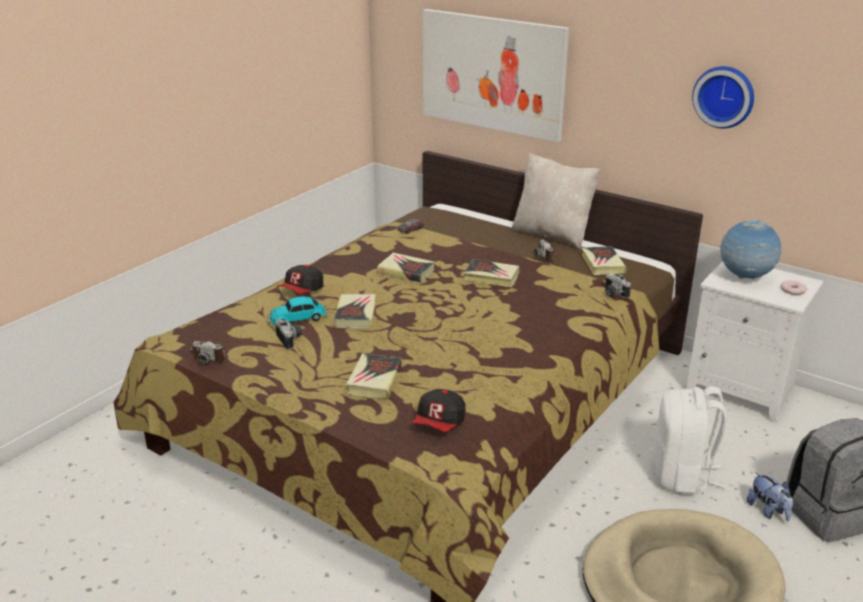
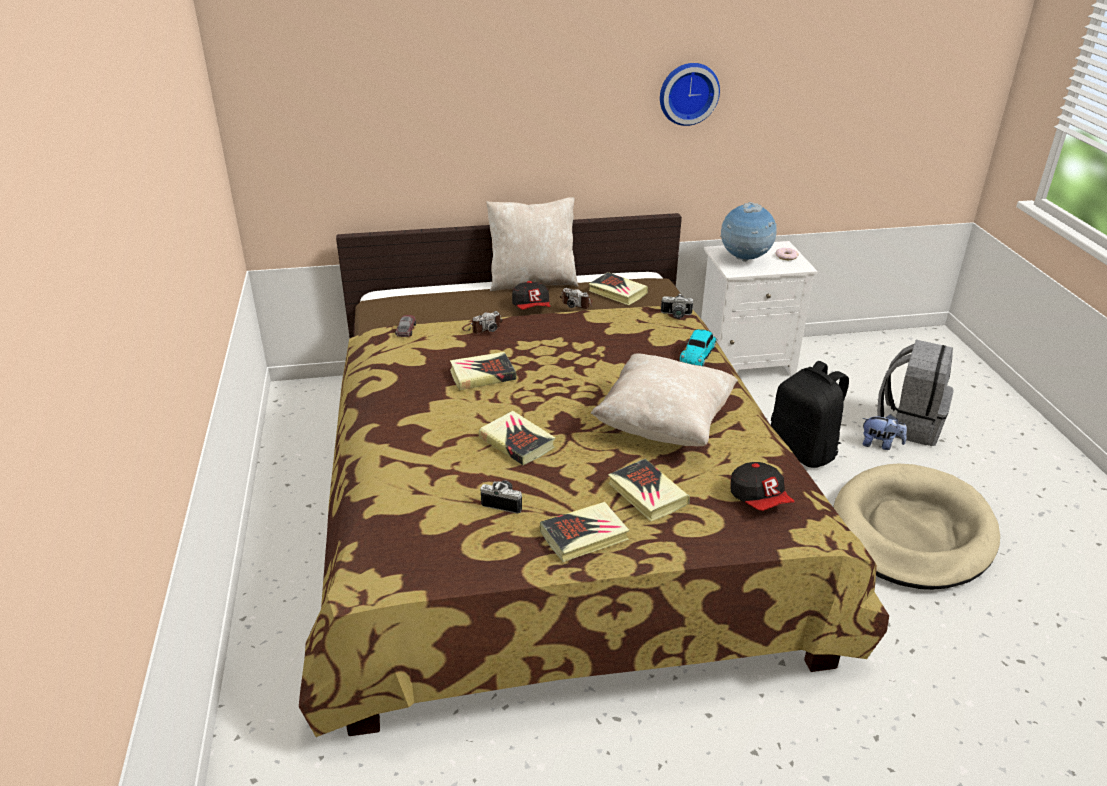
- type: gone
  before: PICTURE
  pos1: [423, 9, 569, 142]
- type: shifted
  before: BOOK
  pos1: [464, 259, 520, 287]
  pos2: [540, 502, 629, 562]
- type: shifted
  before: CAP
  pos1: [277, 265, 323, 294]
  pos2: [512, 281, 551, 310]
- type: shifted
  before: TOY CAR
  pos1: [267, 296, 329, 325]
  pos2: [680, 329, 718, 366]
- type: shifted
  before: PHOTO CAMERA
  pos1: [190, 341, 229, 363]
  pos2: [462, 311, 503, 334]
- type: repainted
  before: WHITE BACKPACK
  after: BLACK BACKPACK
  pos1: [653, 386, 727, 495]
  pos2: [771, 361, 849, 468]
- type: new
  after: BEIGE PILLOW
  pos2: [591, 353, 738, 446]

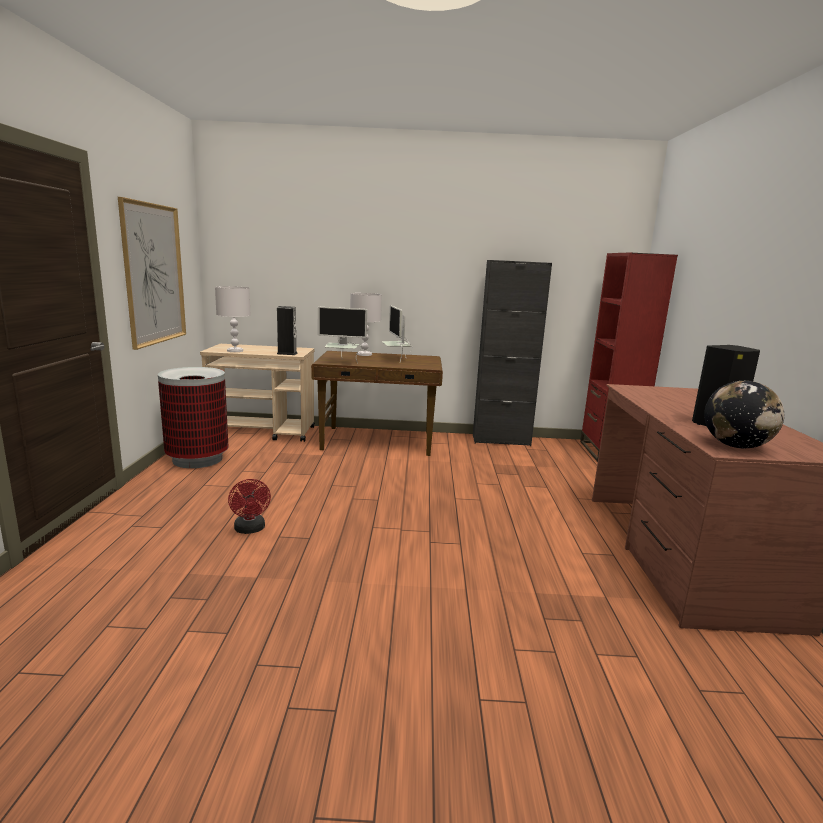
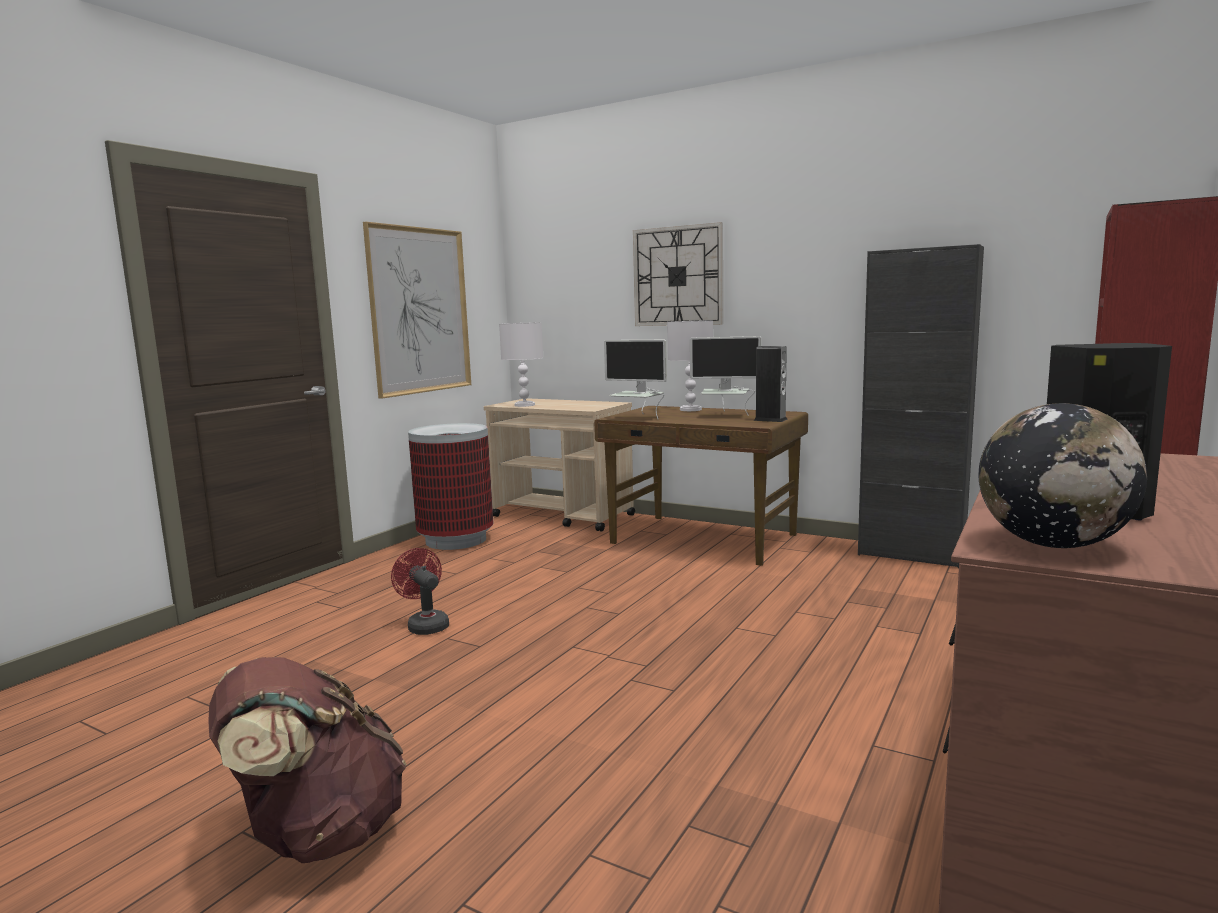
- type: rotated
  before: MONITOR
  pos1: [382, 305, 413, 361]
  pos2: [690, 336, 761, 416]
  turn: -90
- type: shifted
  before: SPEAKER
  pos1: [277, 306, 297, 355]
  pos2: [754, 346, 788, 422]
- type: rotated
  before: RED FAN
  pos1: [228, 479, 271, 534]
  pos2: [391, 548, 449, 635]
  turn: 135
- type: new
  after: WALL CLOCK
  pos2: [633, 222, 723, 326]
- type: new
  after: BROWN BACKPACK
  pos2: [208, 657, 406, 863]

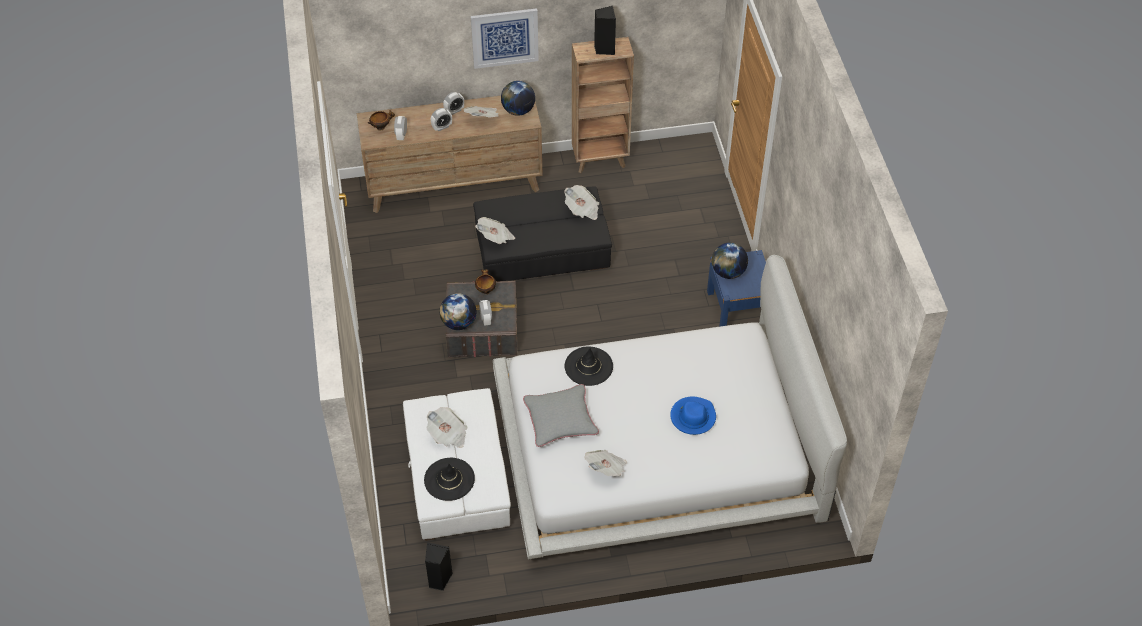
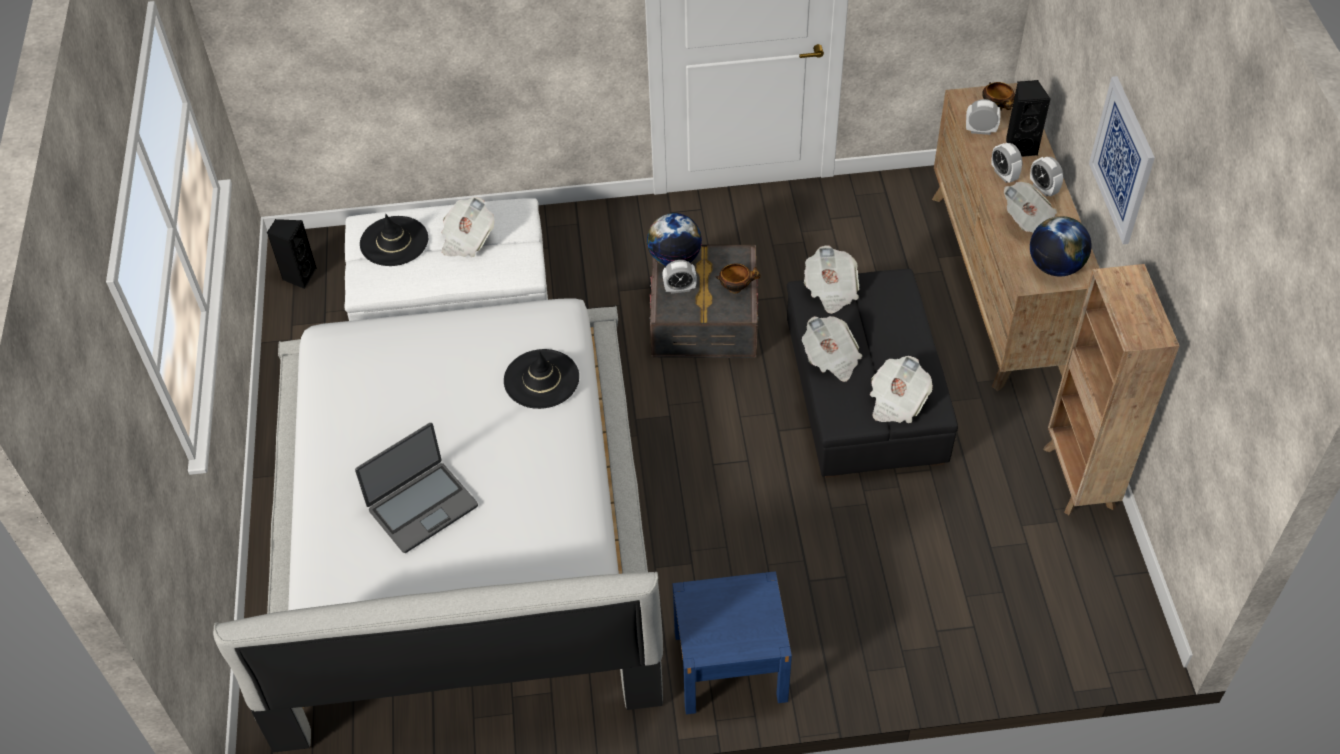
- type: shifted
  before: BLACK SPEAKER
  pos1: [594, 6, 616, 55]
  pos2: [1006, 80, 1050, 157]
- type: gone
  before: GLOBE
  pos1: [712, 243, 748, 279]
- type: gone
  before: GREY PILLOW
  pos1: [523, 384, 599, 447]
- type: swapped
  before: BLUE HAT
  after: LAPTOP
  pos1: [670, 397, 716, 435]
  pos2: [355, 423, 478, 553]
- type: shifted
  before: NEWSPAPER
  pos1: [584, 450, 627, 476]
  pos2: [802, 316, 862, 382]

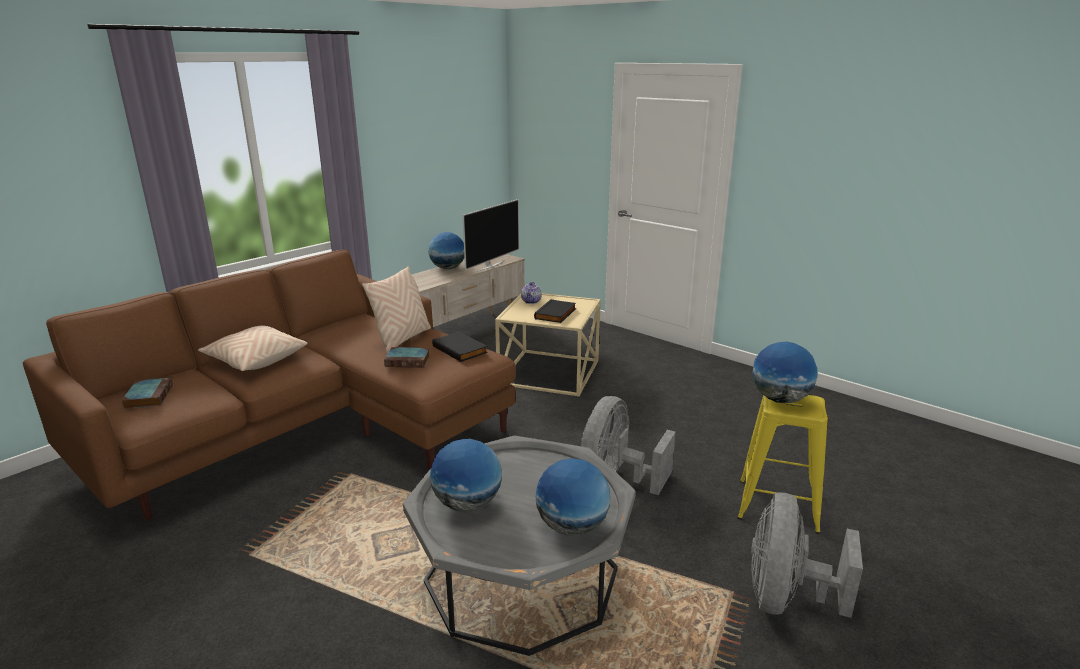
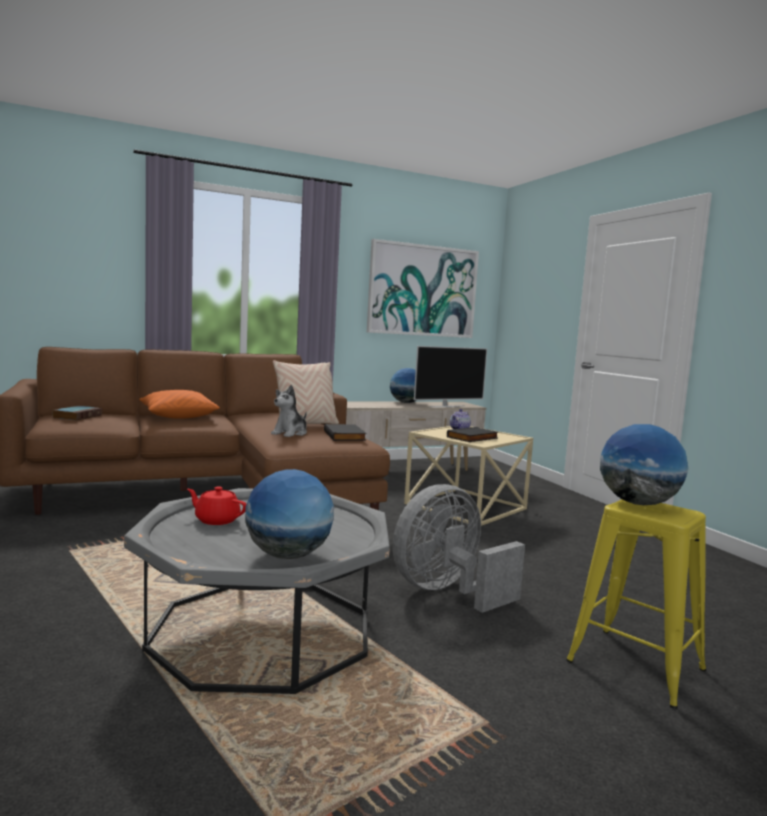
- type: repainted
  before: BEIGE PILLOW
  after: ORANGE PILLOW
  pos1: [198, 325, 308, 371]
  pos2: [139, 390, 220, 419]
- type: swapped
  before: BOOK
  after: PLUSH TOY
  pos1: [384, 347, 430, 368]
  pos2: [271, 385, 307, 437]
- type: swapped
  before: GLOBE
  after: RED TEAPOT
  pos1: [430, 439, 502, 512]
  pos2: [187, 486, 246, 525]
- type: gone
  before: GREY FAN
  pos1: [751, 492, 863, 618]
- type: new
  after: PICTURE
  pos2: [367, 239, 479, 338]

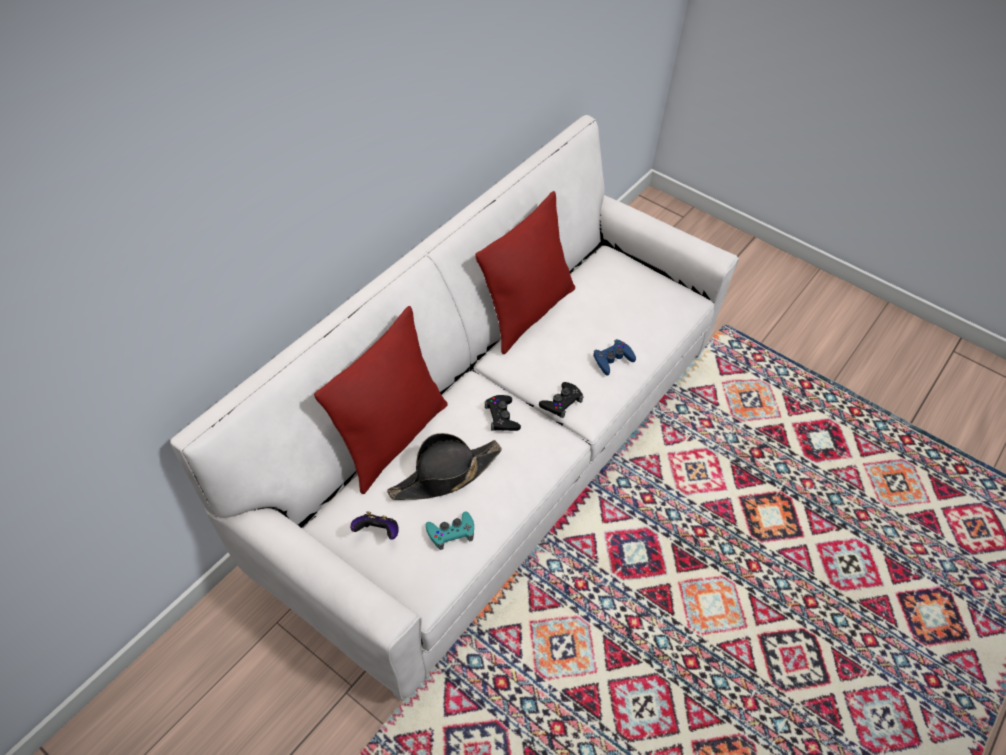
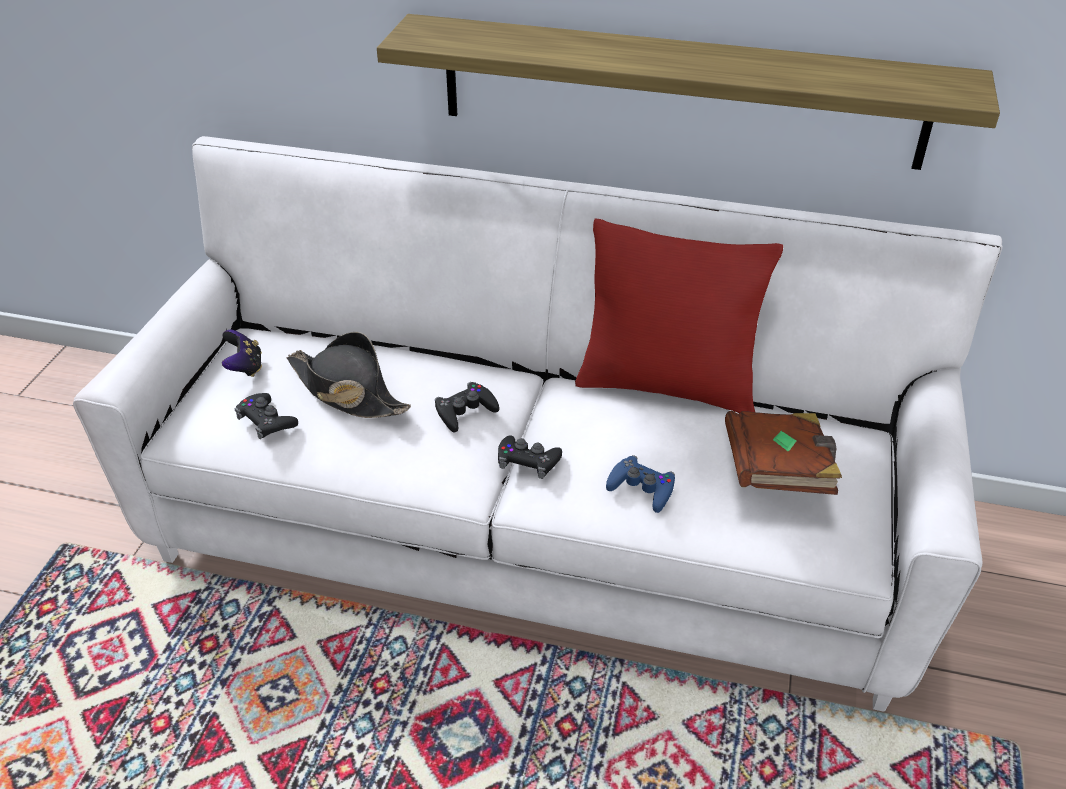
- type: gone
  before: RED PILLOW
  pos1: [314, 306, 448, 494]
- type: repainted
  before: TURQUOISE GAME CONTROLLER
  after: BLACK GAME CONTROLLER
  pos1: [426, 511, 474, 550]
  pos2: [235, 393, 298, 439]
- type: new
  after: SHELF
  pos2: [377, 14, 1000, 170]
- type: new
  after: BROWN BOOK
  pos2: [725, 411, 842, 495]

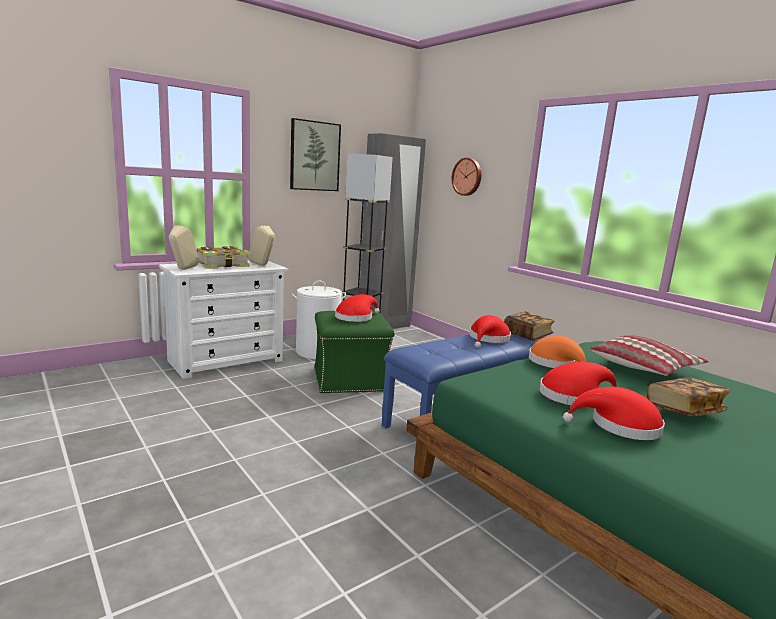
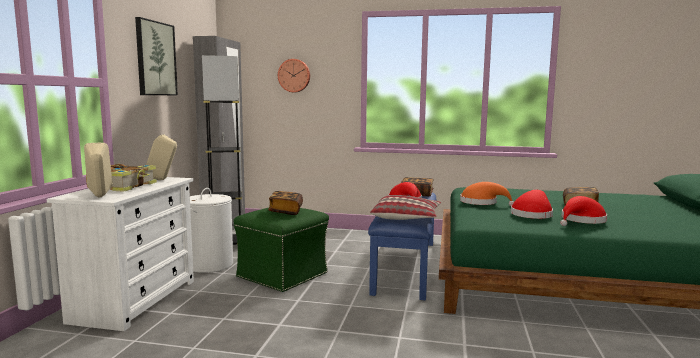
- type: swapped
  before: RED HAT
  after: BOOK
  pos1: [335, 294, 380, 322]
  pos2: [268, 191, 303, 215]
- type: shifted
  before: PILLOW
  pos1: [590, 335, 709, 376]
  pos2: [370, 195, 441, 220]

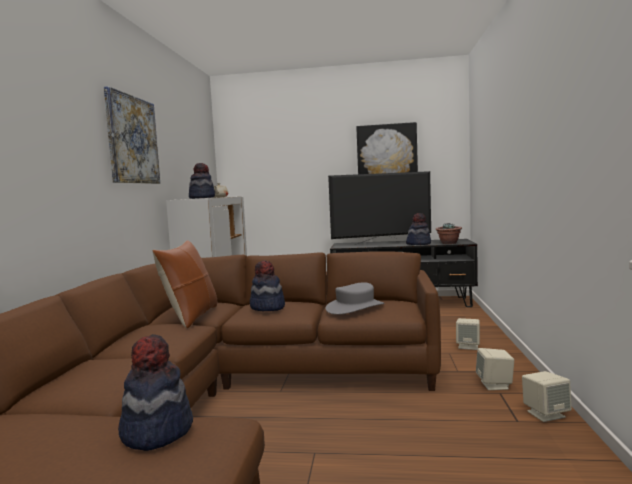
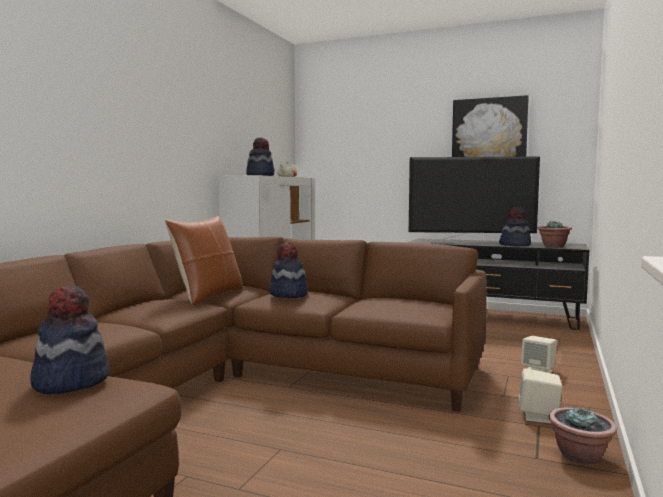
- type: gone
  before: PICTURE
  pos1: [104, 86, 160, 184]
- type: gone
  before: GREY HAT
  pos1: [325, 282, 384, 315]
- type: swapped
  before: BEIGE SPEAKER
  after: POTTED PLANT
  pos1: [522, 371, 572, 422]
  pos2: [549, 407, 617, 465]

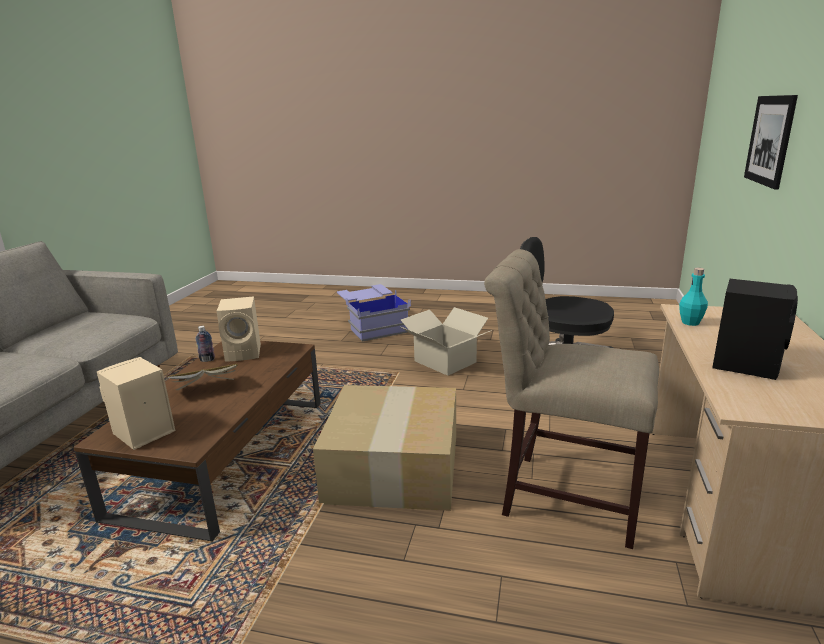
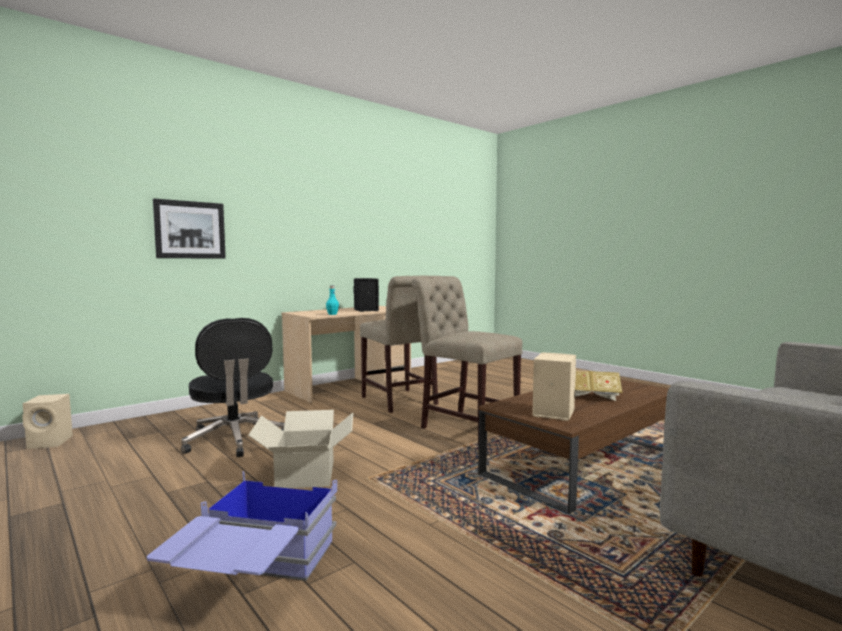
- type: gone
  before: BOTTLE
  pos1: [195, 326, 215, 362]
- type: shifted
  before: BEIGE SPEAKER
  pos1: [97, 357, 176, 450]
  pos2: [22, 394, 73, 449]
- type: swapped
  before: CARDBOARD BOX
  after: BEIGE CHAIR
  pos1: [313, 385, 456, 511]
  pos2: [412, 276, 523, 445]

